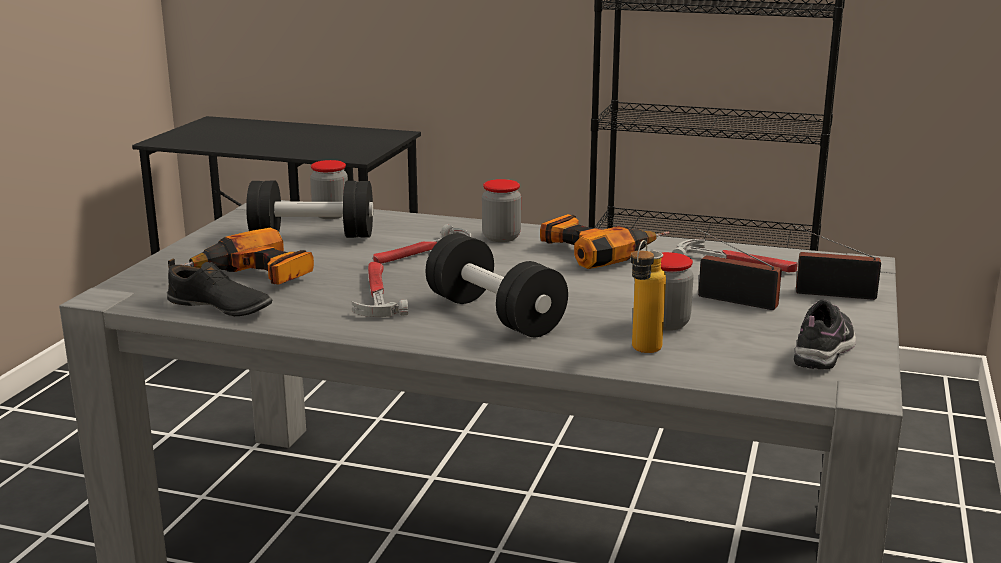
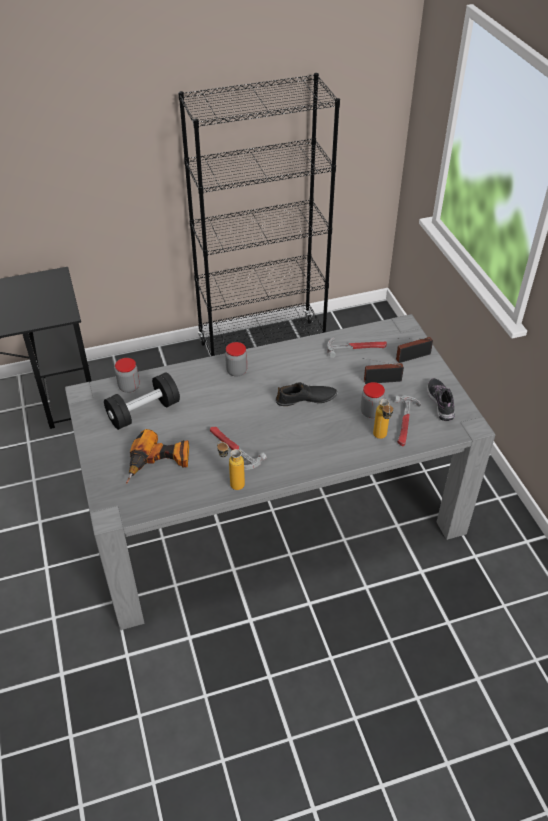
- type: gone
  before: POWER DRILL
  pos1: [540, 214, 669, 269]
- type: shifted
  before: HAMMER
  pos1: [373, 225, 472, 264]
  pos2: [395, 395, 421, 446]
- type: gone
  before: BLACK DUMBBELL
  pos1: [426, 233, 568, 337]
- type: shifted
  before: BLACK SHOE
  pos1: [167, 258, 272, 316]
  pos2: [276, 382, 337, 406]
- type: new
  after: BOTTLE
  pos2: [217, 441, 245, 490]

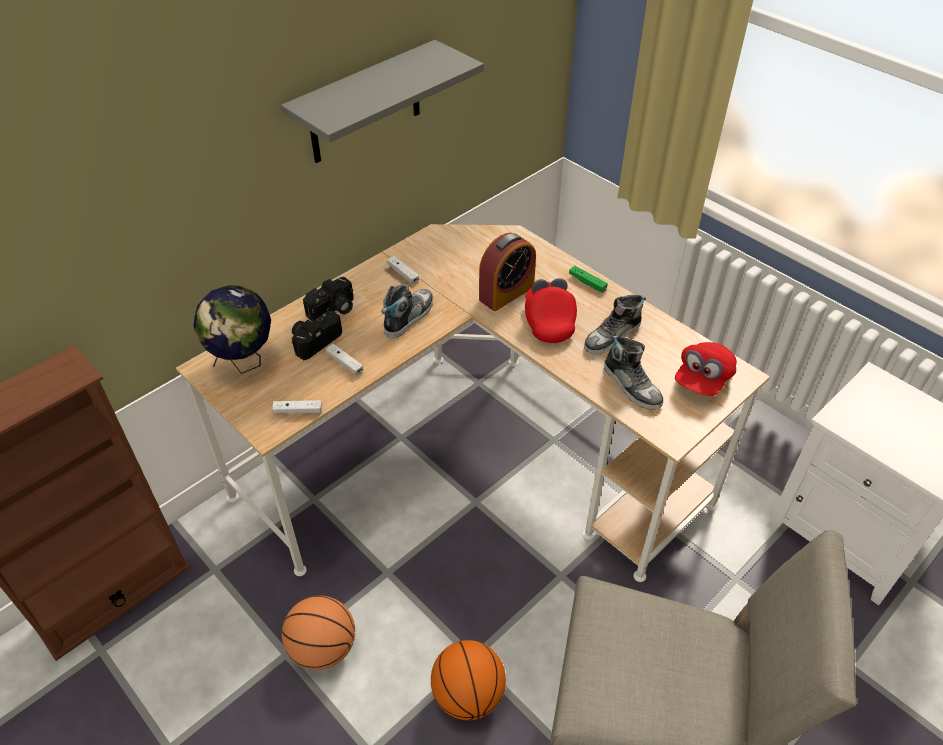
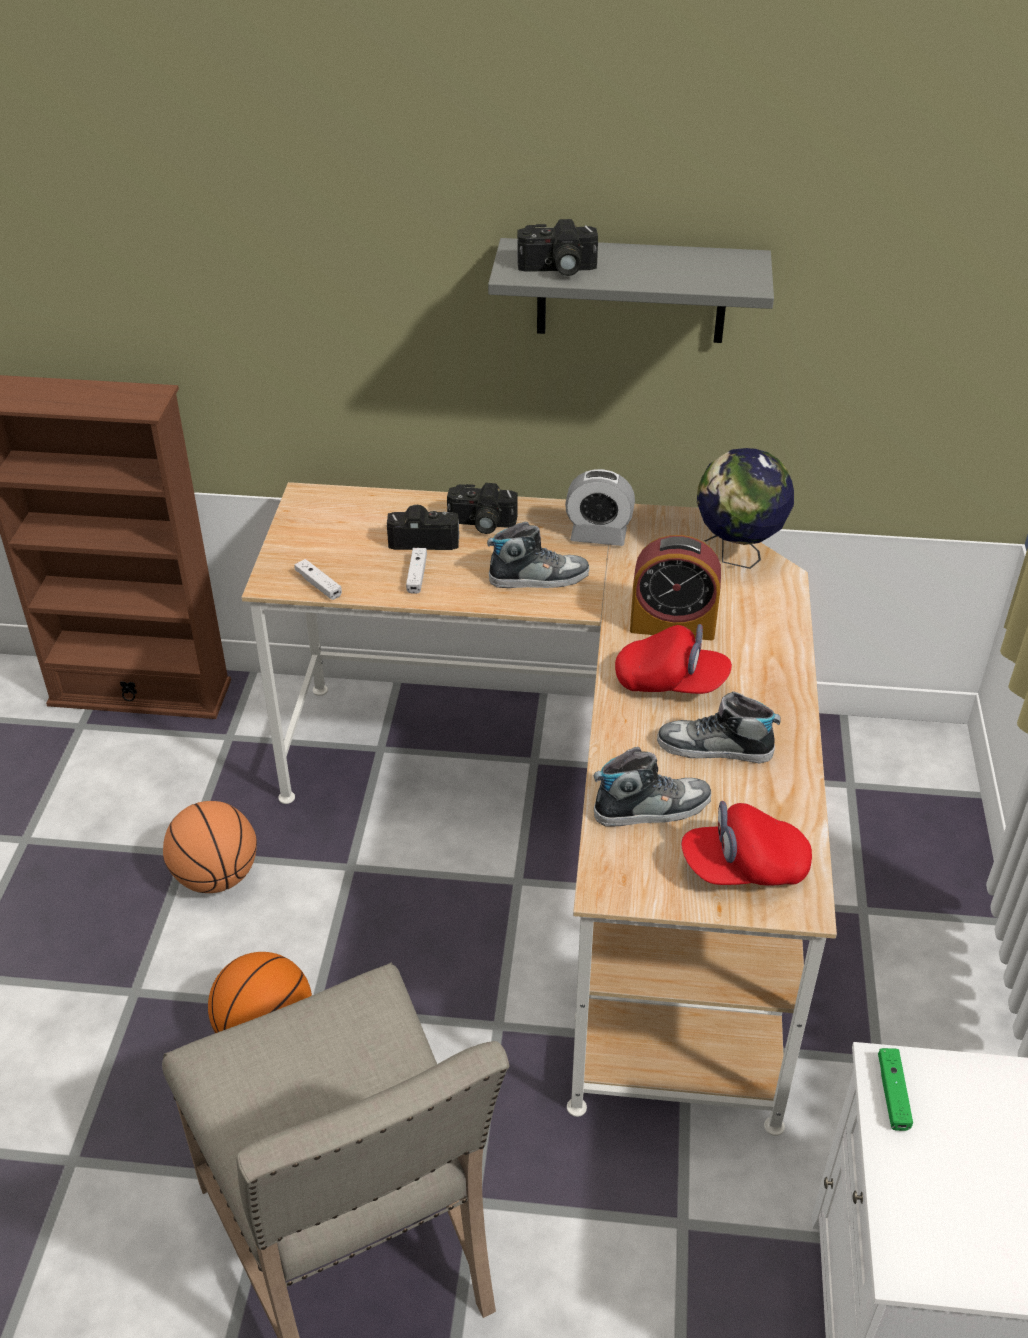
- type: swapped
  before: WHITE GAME CONTROLLER
  after: ALARM CLOCK
  pos1: [387, 256, 419, 284]
  pos2: [565, 469, 635, 546]
- type: shifted
  before: GREEN GAME CONTROLLER
  pos1: [569, 266, 608, 293]
  pos2: [878, 1048, 913, 1131]
- type: rotated
  before: RED CAP
  pos1: [525, 278, 577, 343]
  pos2: [615, 624, 732, 694]
  turn: 60
- type: shifted
  before: GLOBE
  pos1: [194, 285, 271, 374]
  pos2: [697, 448, 794, 569]
- type: rotated
  before: SHOE
  pos1: [604, 335, 664, 410]
  pos2: [593, 747, 711, 826]
  turn: -120
- type: new
  after: PHOTO CAMERA
  pos2: [517, 219, 598, 276]

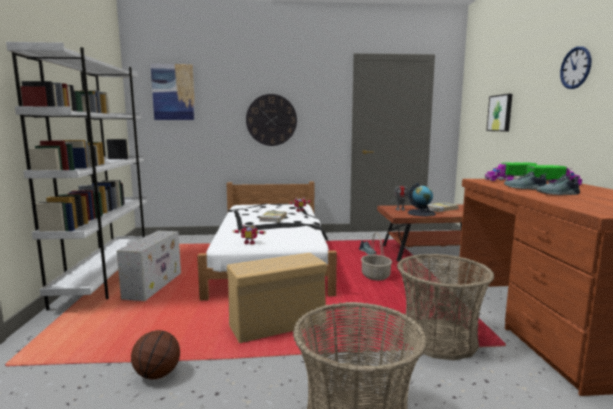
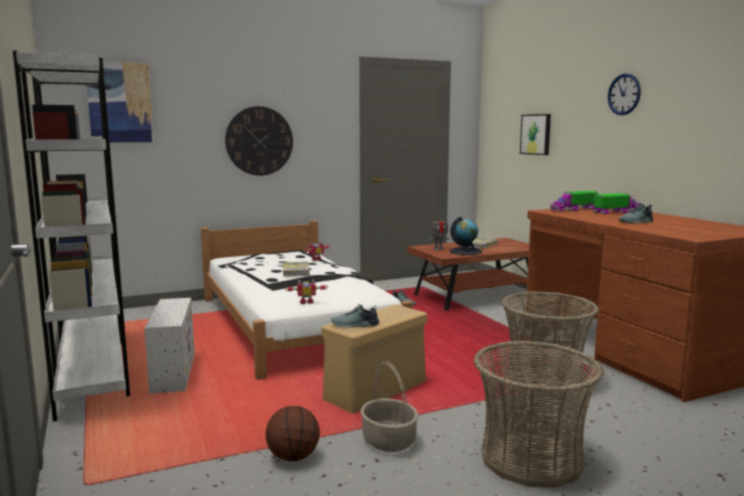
- type: shifted
  before: SHOE
  pos1: [504, 171, 547, 190]
  pos2: [331, 304, 379, 328]
- type: shifted
  before: BASKET
  pos1: [361, 232, 392, 280]
  pos2: [360, 361, 418, 452]

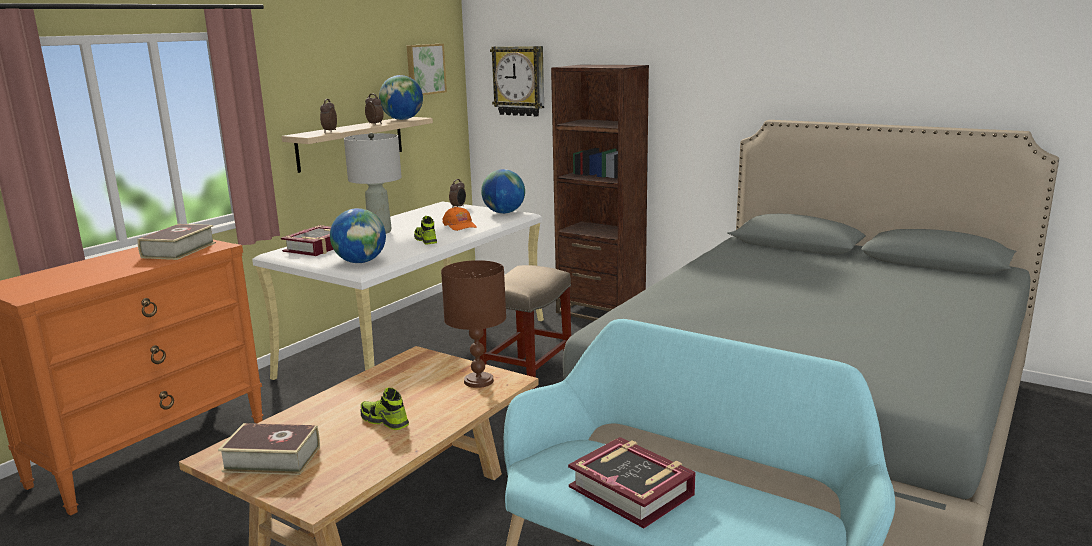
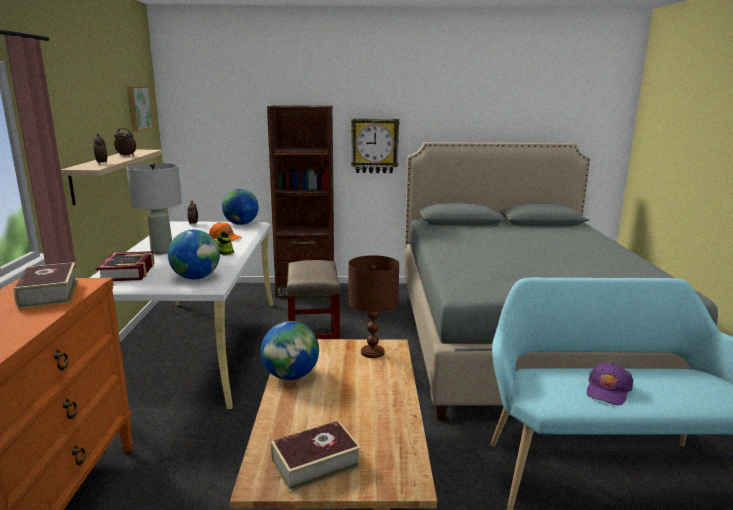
- type: shifted
  before: WALL CLOCK
  pos1: [490, 46, 544, 117]
  pos2: [351, 118, 399, 173]
- type: shifted
  before: GLOBE
  pos1: [379, 75, 423, 120]
  pos2: [261, 321, 319, 380]
- type: gone
  before: SHOE
  pos1: [360, 388, 409, 430]
- type: swapped
  before: BOOK
  after: PURPLE CAP
  pos1: [568, 437, 695, 528]
  pos2: [586, 362, 633, 405]

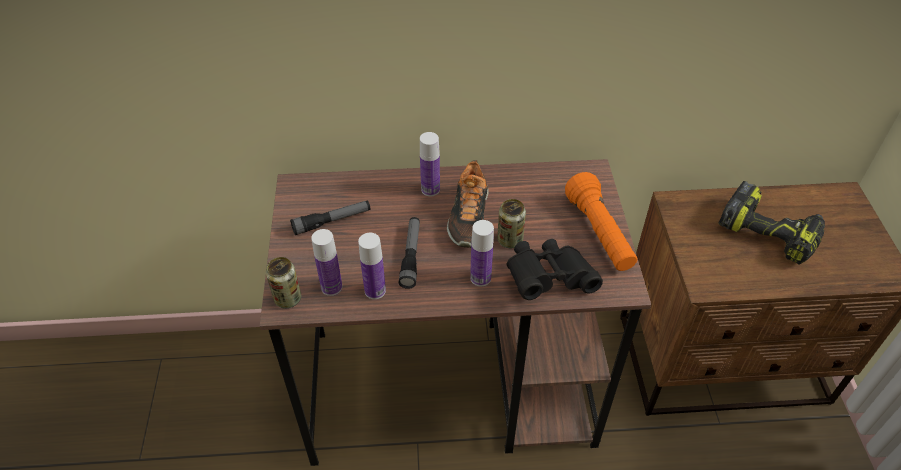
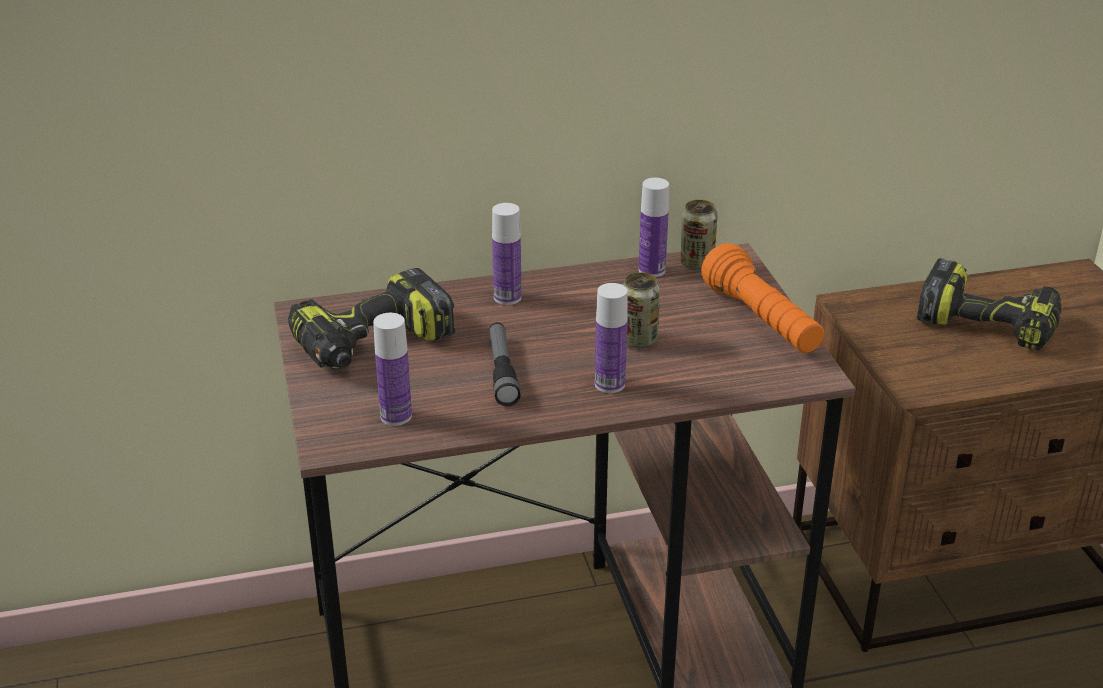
- type: gone
  before: SHOE
  pos1: [447, 160, 489, 248]
- type: swapped
  before: FLASHLIGHT
  after: POWER DRILL
  pos1: [290, 200, 371, 235]
  pos2: [288, 268, 455, 369]
- type: shifted
  before: BOTTLE
  pos1: [358, 233, 386, 299]
  pos2: [639, 178, 669, 277]
- type: gone
  before: BLACK BINOCULARS
  pos1: [507, 239, 603, 300]
- type: shifted
  before: CAN
  pos1: [266, 257, 301, 308]
  pos2: [680, 200, 717, 270]

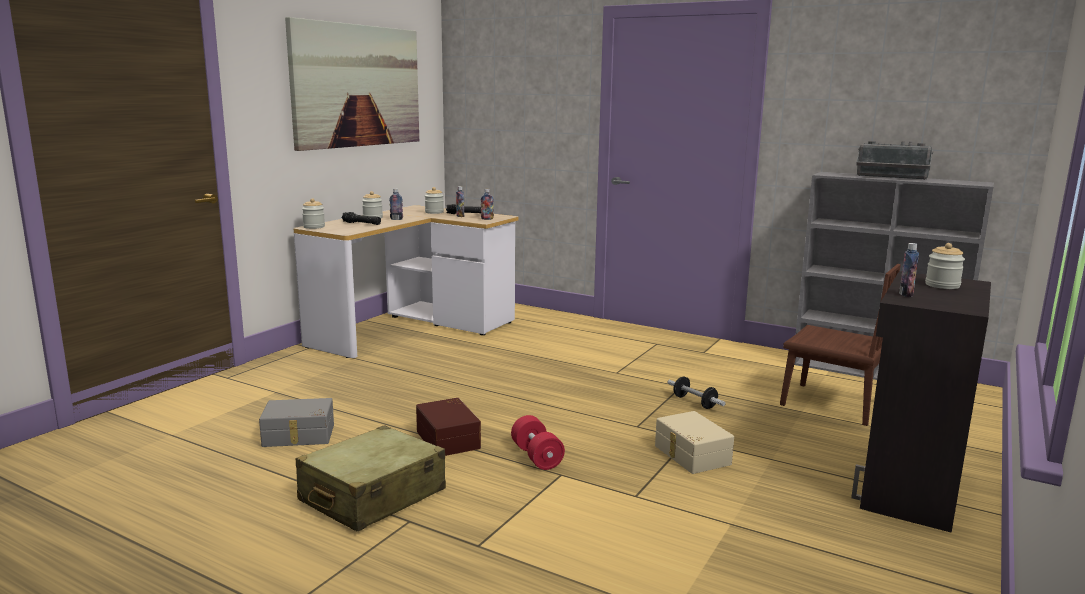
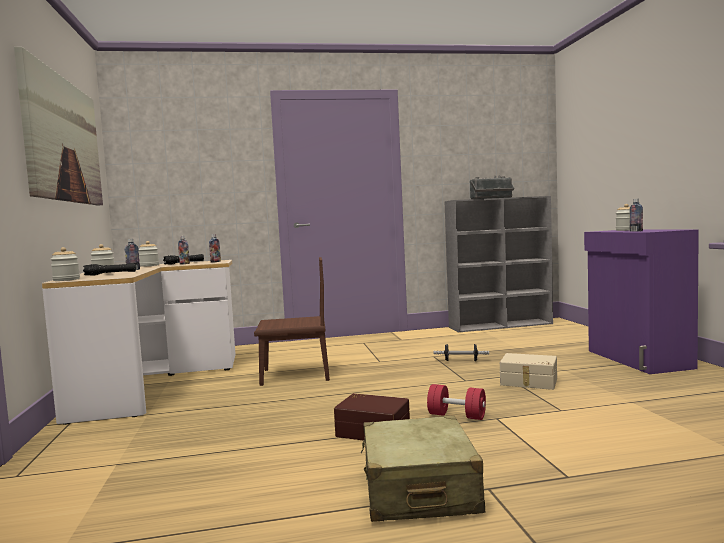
- type: shifted
  before: BROWN CHAIR
  pos1: [780, 264, 901, 426]
  pos2: [254, 257, 330, 386]
- type: repainted
  before: BLACK CABINET
  after: PURPLE CABINET
  pos1: [851, 271, 991, 533]
  pos2: [584, 229, 699, 374]
- type: gone
  before: GREY STORAGE BOX
  pos1: [259, 398, 334, 447]

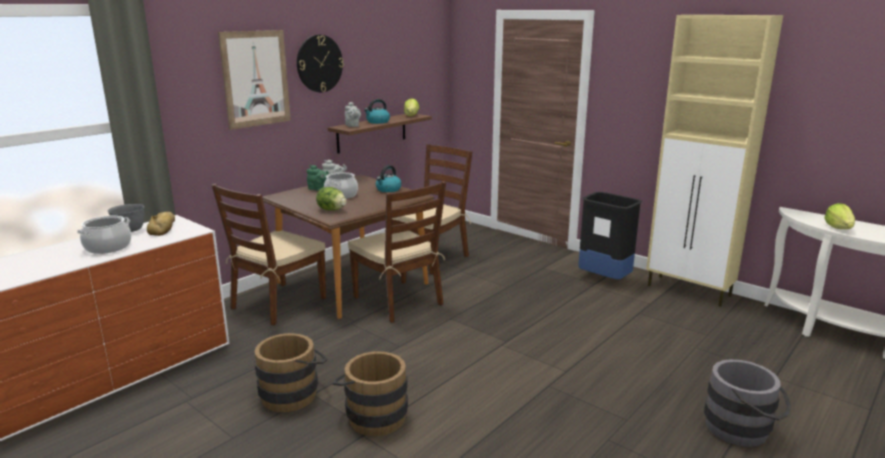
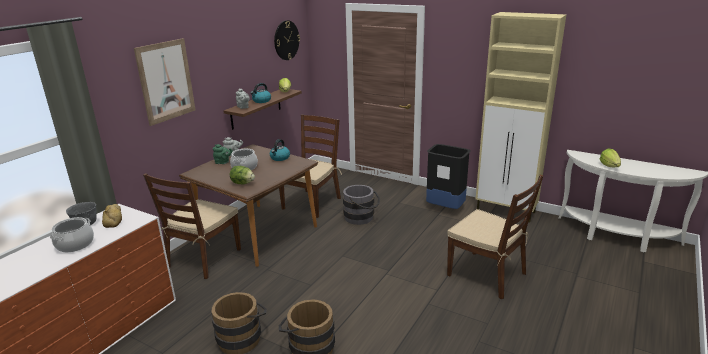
- type: shifted
  before: WALL CLOCK
  pos1: [297, 35, 344, 92]
  pos2: [274, 20, 300, 60]
- type: shifted
  before: BROWN CHAIR
  pos1: [348, 181, 446, 323]
  pos2: [447, 175, 543, 299]
- type: shifted
  before: GREY BUCKET
  pos1: [704, 359, 791, 447]
  pos2: [343, 185, 380, 225]

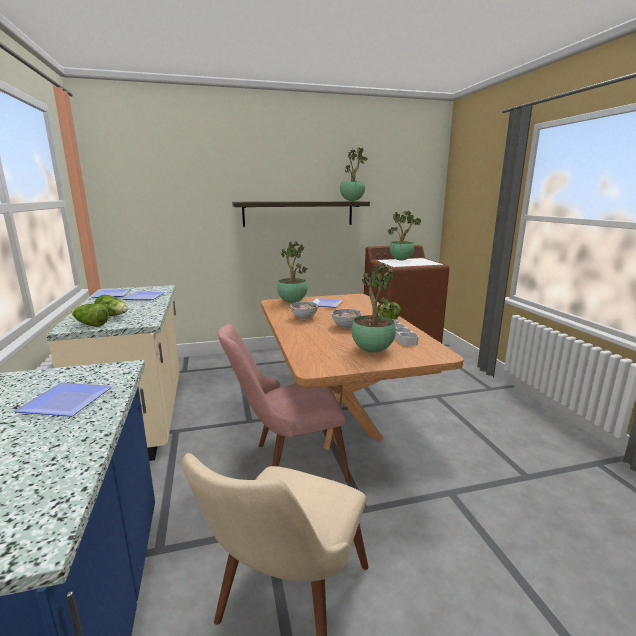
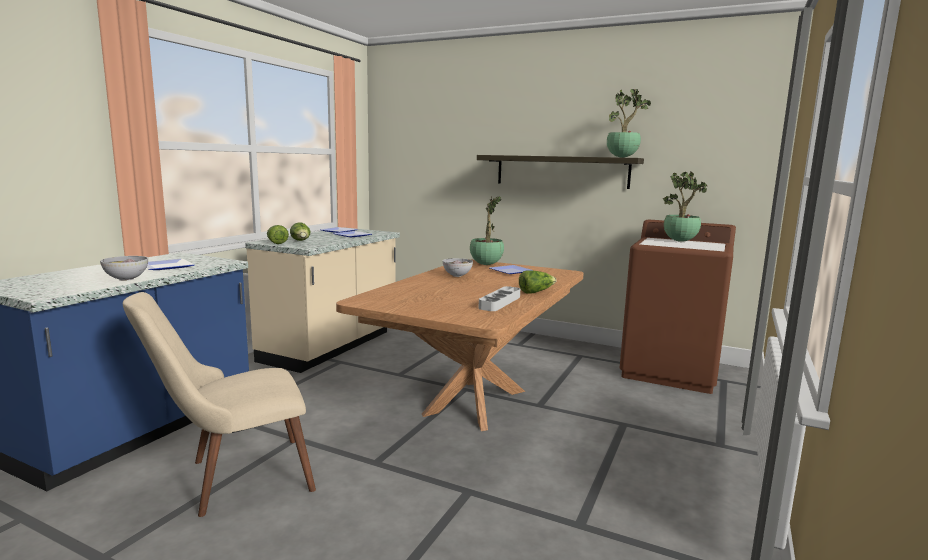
- type: gone
  before: POTTED PLANT
  pos1: [352, 264, 397, 353]
- type: shifted
  before: BOWL
  pos1: [332, 309, 361, 328]
  pos2: [100, 256, 148, 281]
- type: gone
  before: PINK CHAIR
  pos1: [218, 324, 351, 483]

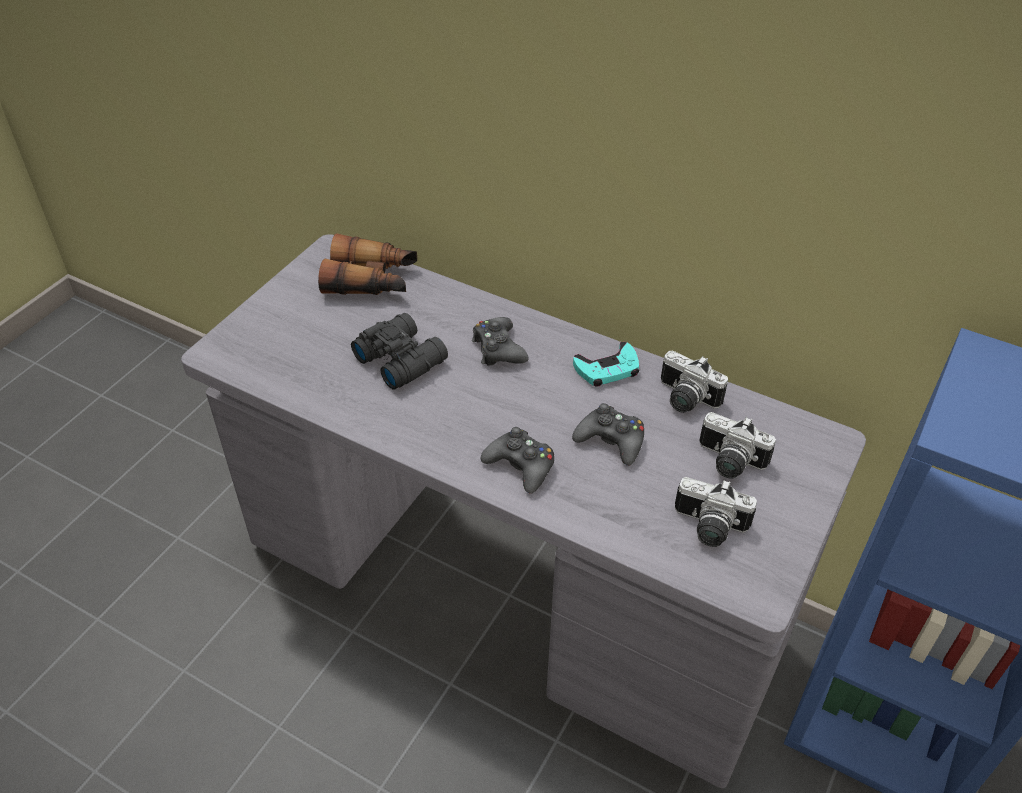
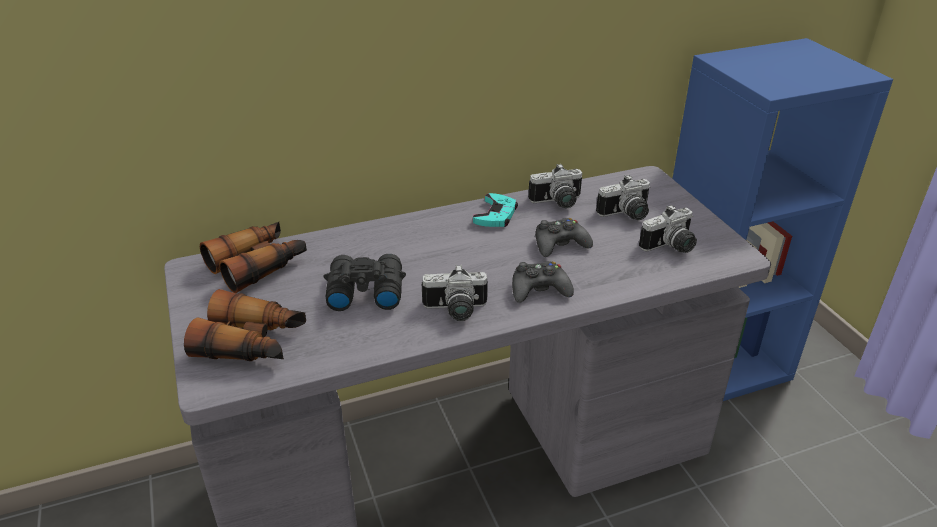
- type: gone
  before: BLACK GAME CONTROLLER
  pos1: [472, 317, 529, 365]
- type: new
  after: PHOTO CAMERA
  pos2: [422, 265, 488, 321]
- type: new
  after: BINOCULARS
  pos2: [184, 289, 306, 361]

